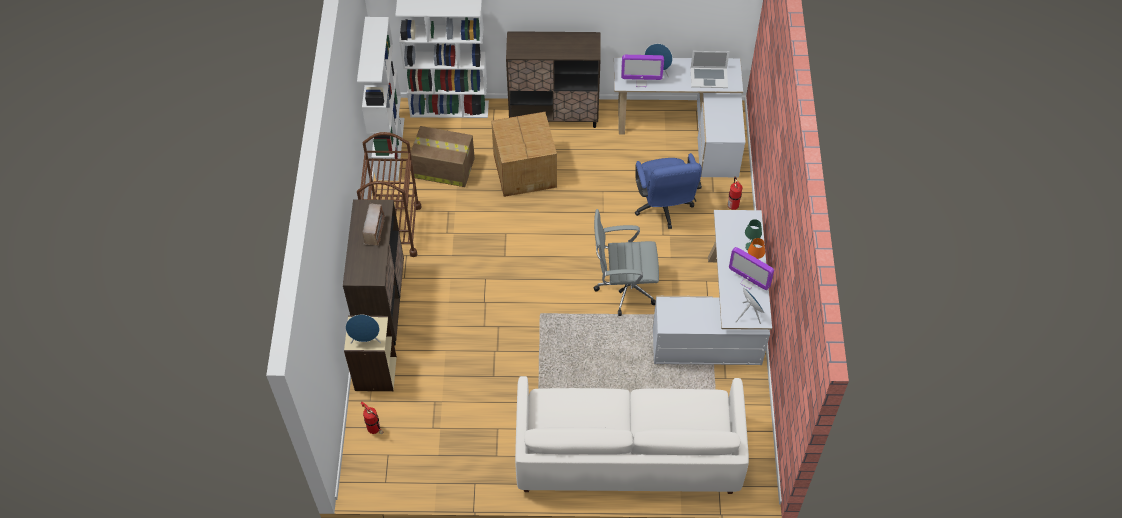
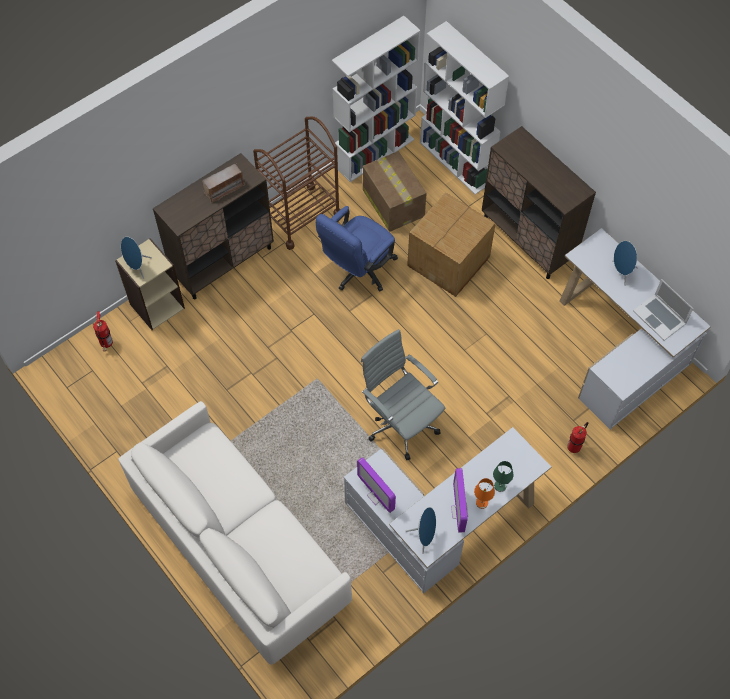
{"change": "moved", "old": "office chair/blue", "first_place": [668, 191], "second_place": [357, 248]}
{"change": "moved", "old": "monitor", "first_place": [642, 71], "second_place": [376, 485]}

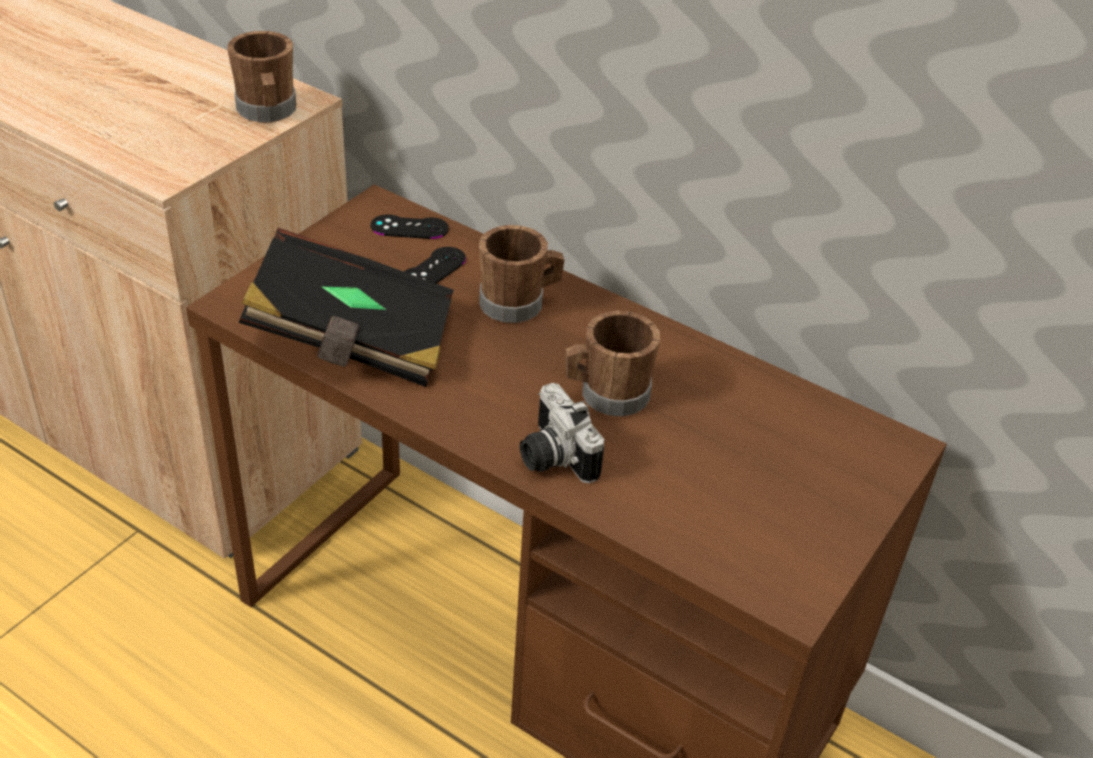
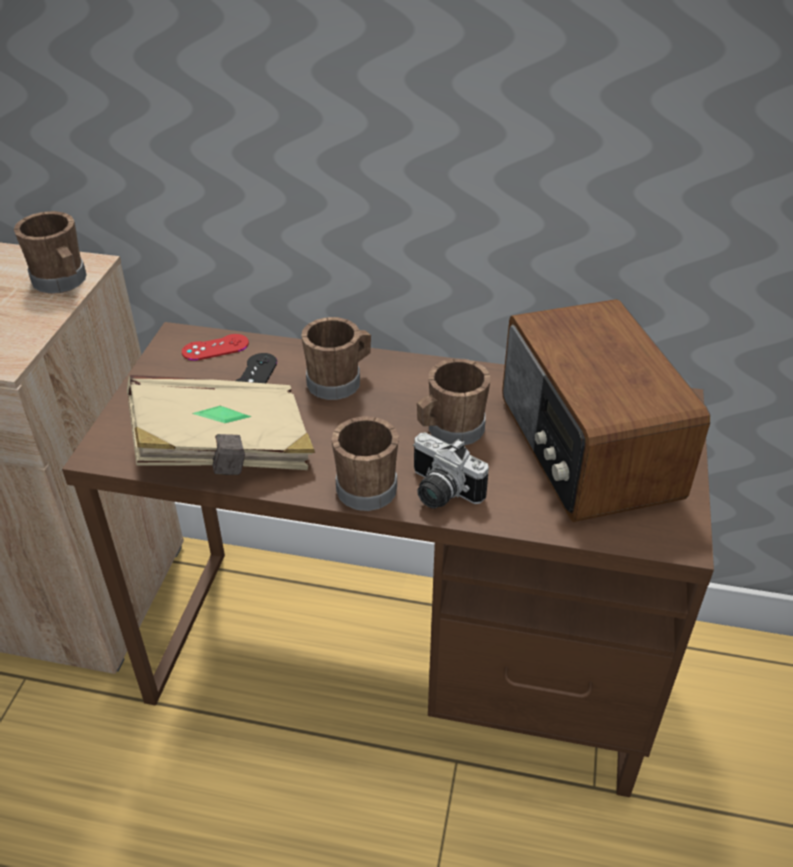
{"change": "recoloured", "old": "book/black", "new": "book/beige", "first_place": [346, 307], "second_place": [221, 425]}
{"change": "recoloured", "old": "game controller/black", "new": "game controller/red", "first_place": [410, 226], "second_place": [215, 347]}
{"change": "added", "new": "mug/brown", "second_place": [365, 463]}
{"change": "added", "new": "radio", "second_place": [606, 410]}

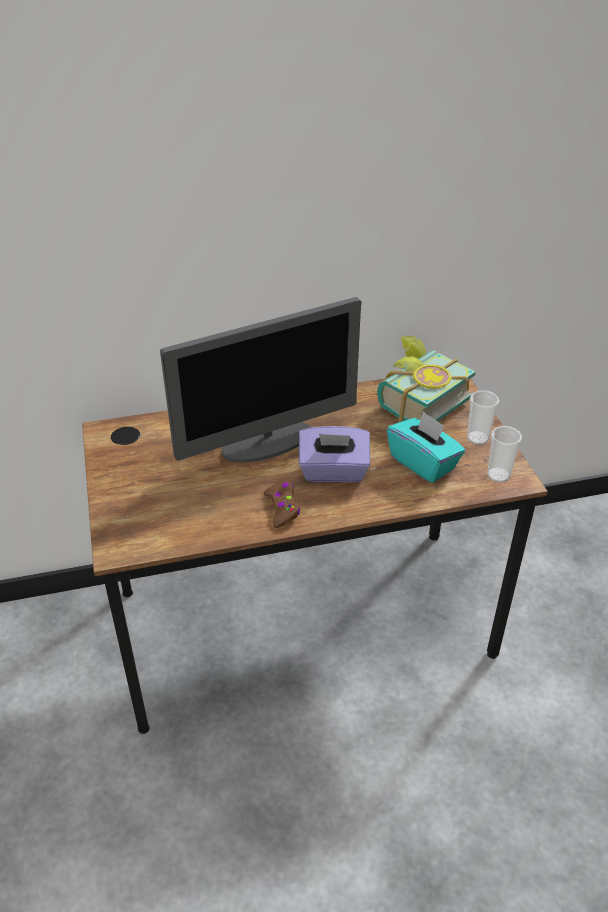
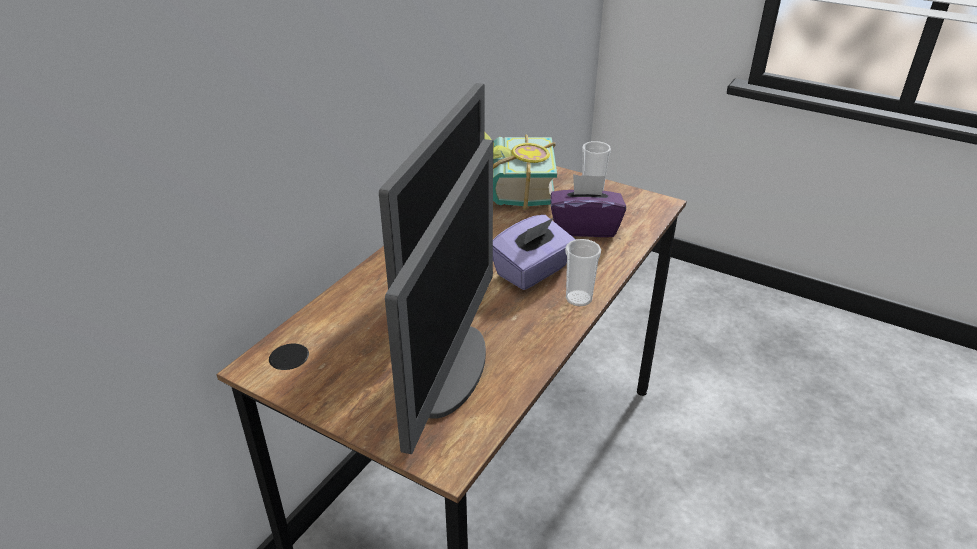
{"change": "added", "new": "monitor", "second_place": [439, 296]}
{"change": "recoloured", "old": "tissue box/turquoise", "new": "tissue box/purple", "first_place": [426, 447], "second_place": [588, 205]}
{"change": "moved", "old": "cup", "first_place": [504, 454], "second_place": [583, 272]}
{"change": "removed", "old": "game controller/brown", "first_place": [282, 505]}

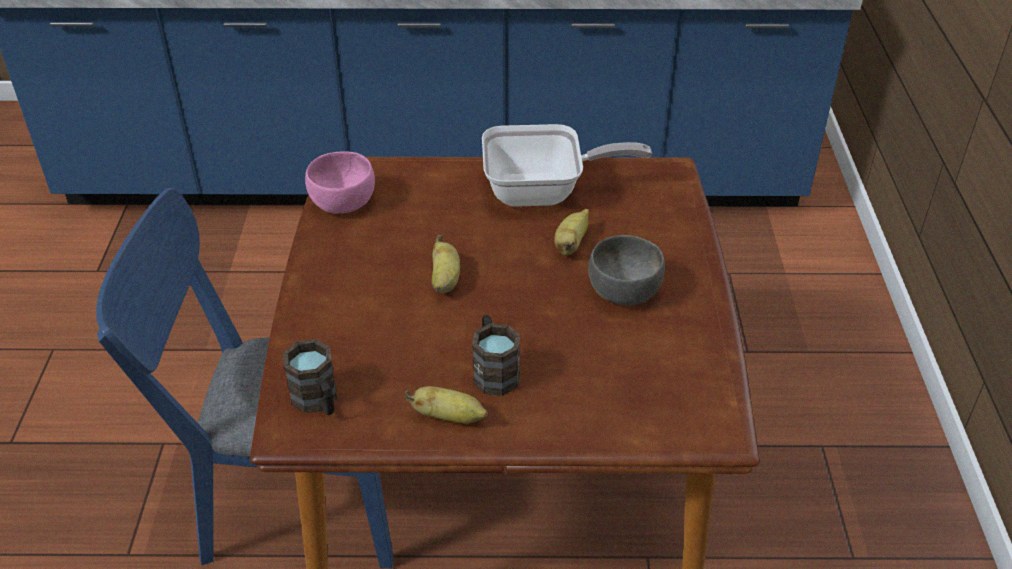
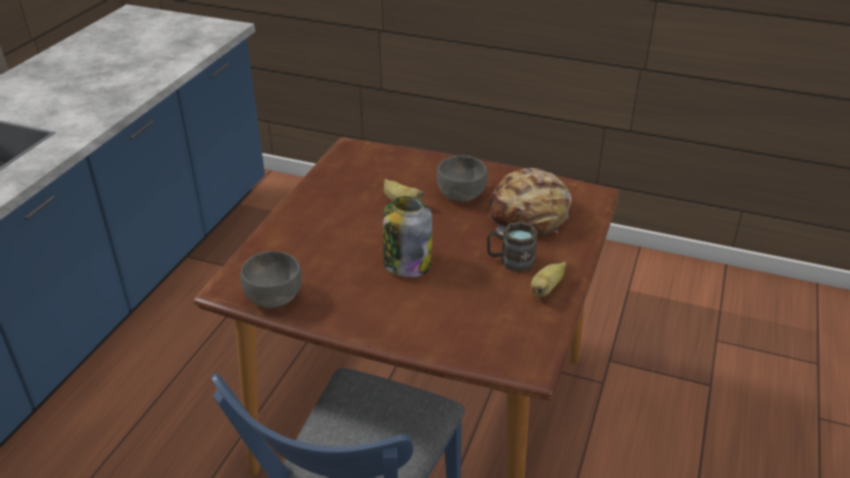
{"change": "recoloured", "old": "bowl/pink", "new": "bowl/grey", "first_place": [340, 183], "second_place": [271, 279]}
{"change": "replaced", "old": "banana", "new": "jar", "first_place": [446, 264], "second_place": [407, 237]}
{"change": "added", "new": "bread", "second_place": [530, 201]}
{"change": "removed", "old": "mug/brown", "first_place": [310, 377]}
{"change": "removed", "old": "frying pan", "first_place": [567, 165]}

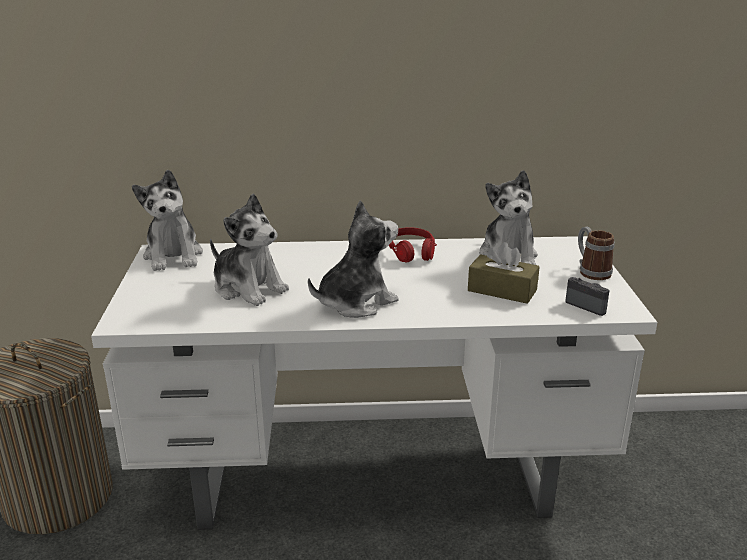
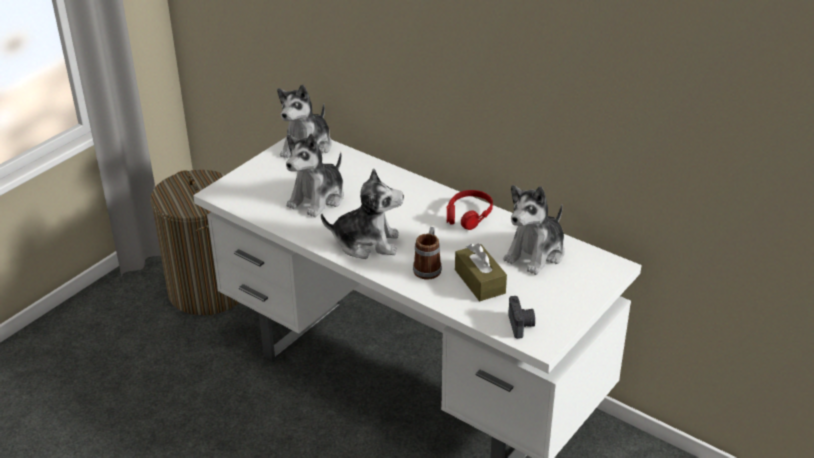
{"change": "turned", "old": "plush toy", "first_place": [249, 250], "second_place": [315, 175], "degrees": 45}
{"change": "moved", "old": "mug", "first_place": [596, 253], "second_place": [427, 253]}

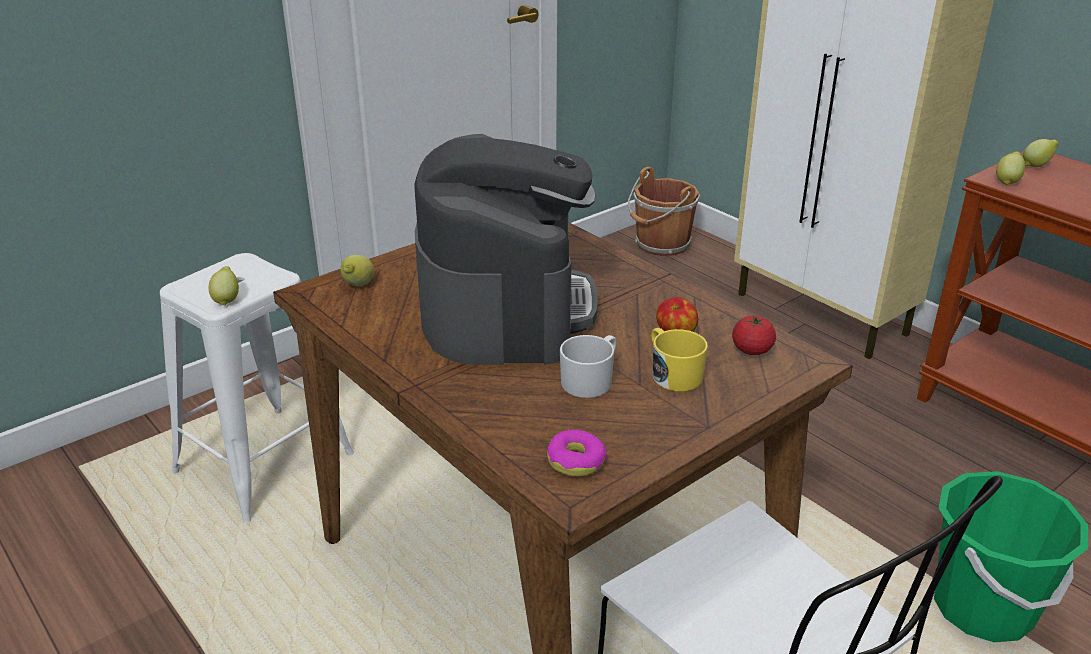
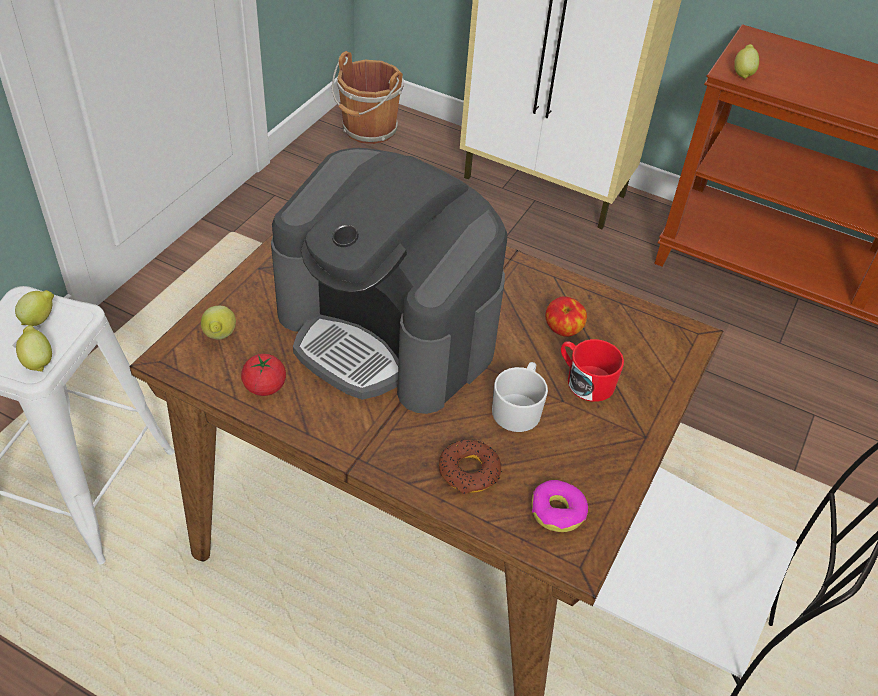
{"change": "moved", "old": "lemon", "first_place": [1041, 153], "second_place": [34, 308]}
{"change": "moved", "old": "tomato", "first_place": [754, 335], "second_place": [263, 375]}
{"change": "turned", "old": "coffee machine", "first_place": [506, 249], "second_place": [389, 281], "degrees": 150}
{"change": "added", "new": "donut", "second_place": [470, 466]}
{"change": "recoloured", "old": "mug/yellow", "new": "mug/red", "first_place": [679, 360], "second_place": [592, 370]}
{"change": "removed", "old": "bucket/green", "first_place": [1011, 556]}

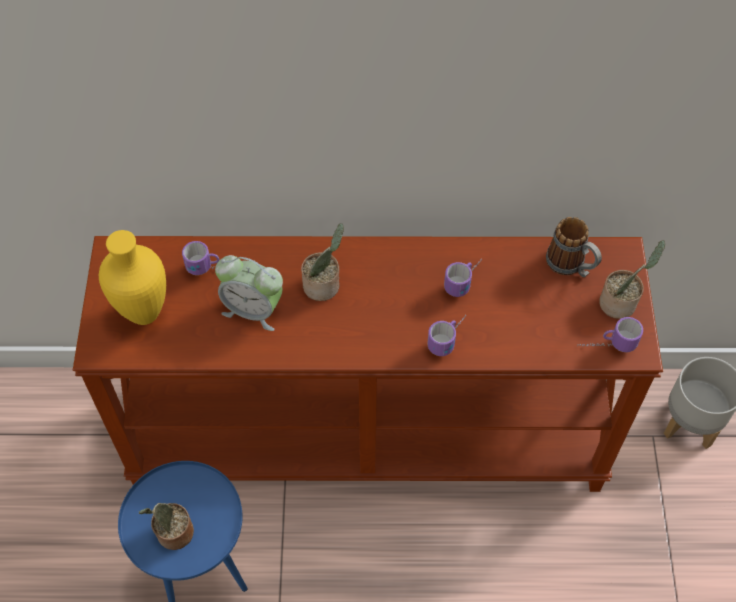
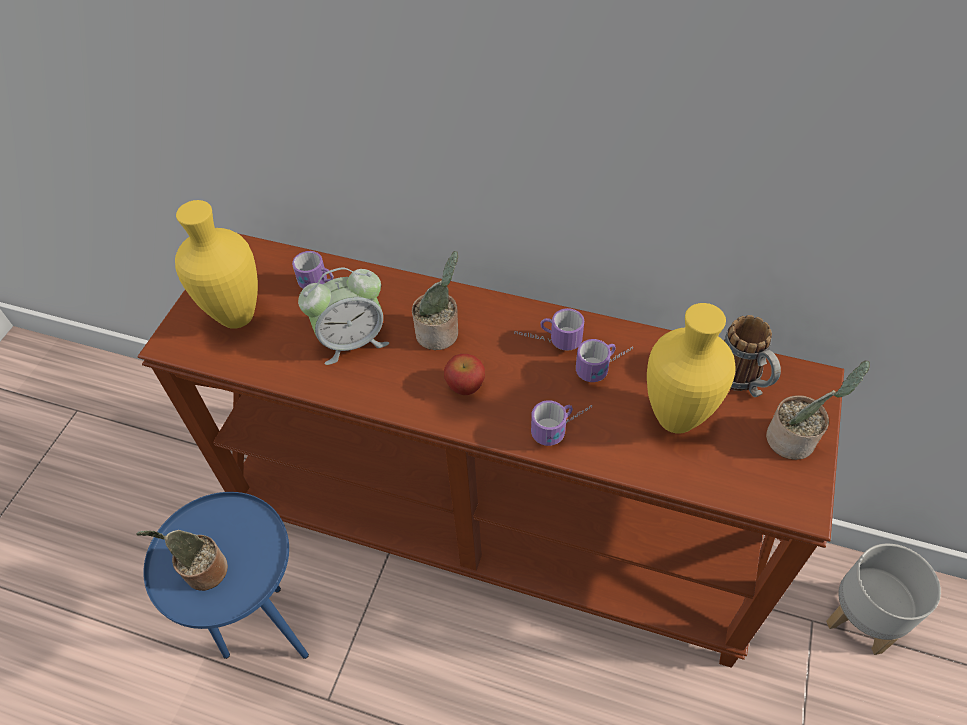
{"change": "turned", "old": "alarm clock", "first_place": [249, 293], "second_place": [343, 316], "degrees": -60}
{"change": "added", "new": "apple", "second_place": [464, 374]}
{"change": "moved", "old": "mug", "first_place": [610, 334], "second_place": [549, 329]}
{"change": "added", "new": "vase/yellow", "second_place": [691, 368]}

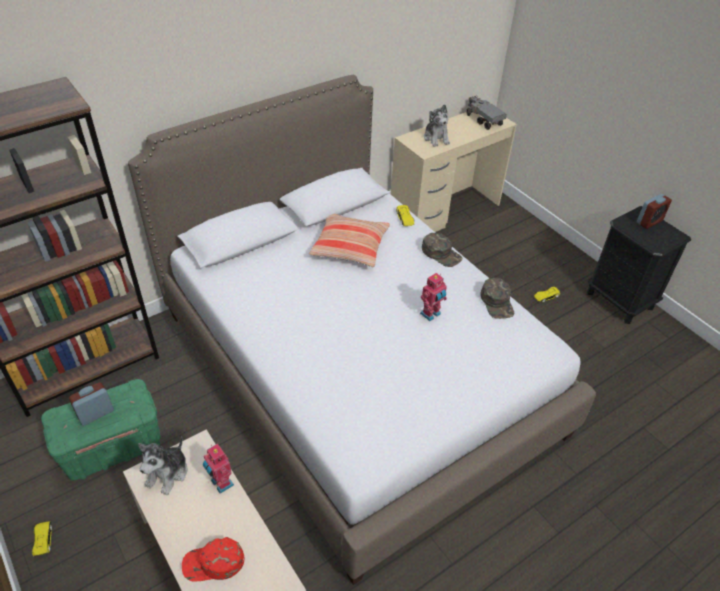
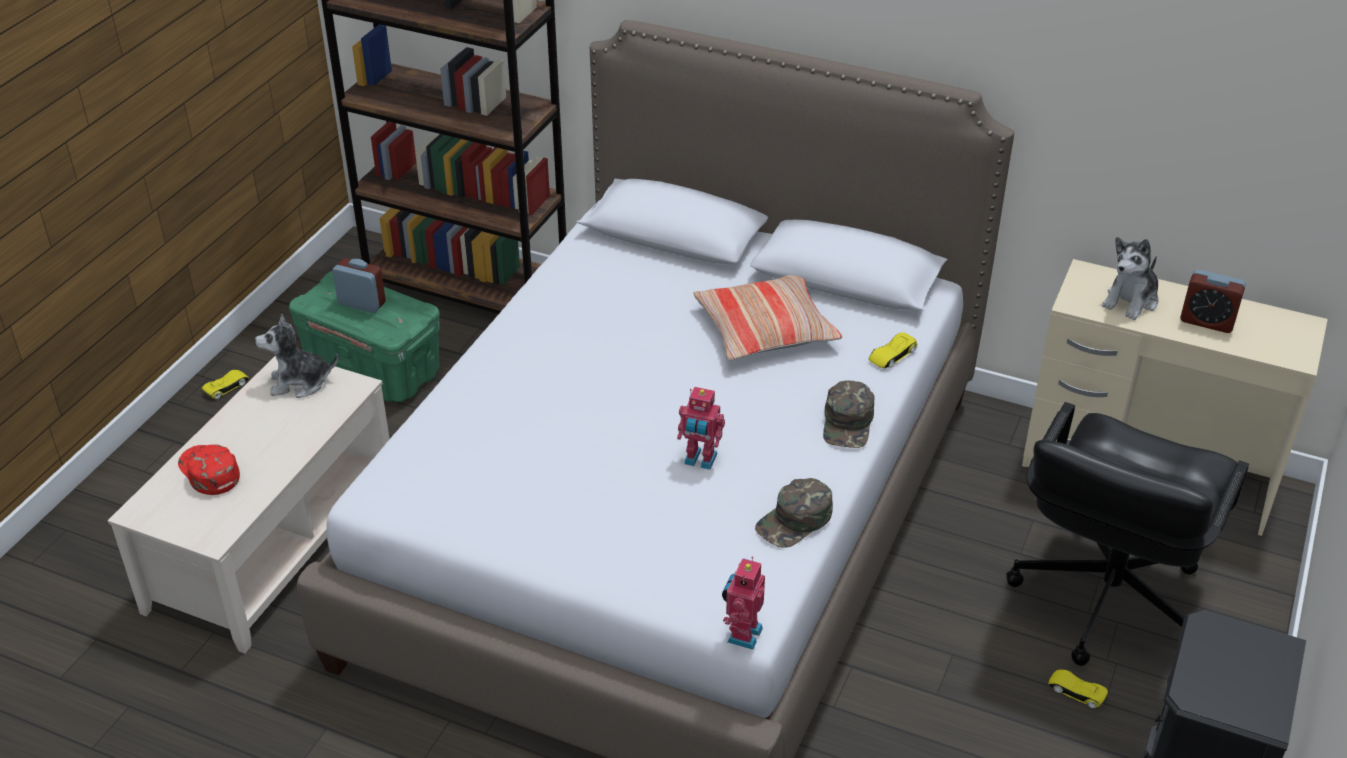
{"change": "moved", "old": "toy robot", "first_place": [218, 469], "second_place": [743, 603]}
{"change": "added", "new": "office chair/black", "second_place": [1127, 534]}
{"change": "moved", "old": "alarm clock", "first_place": [654, 211], "second_place": [1213, 301]}
{"change": "removed", "old": "toy truck", "first_place": [487, 113]}

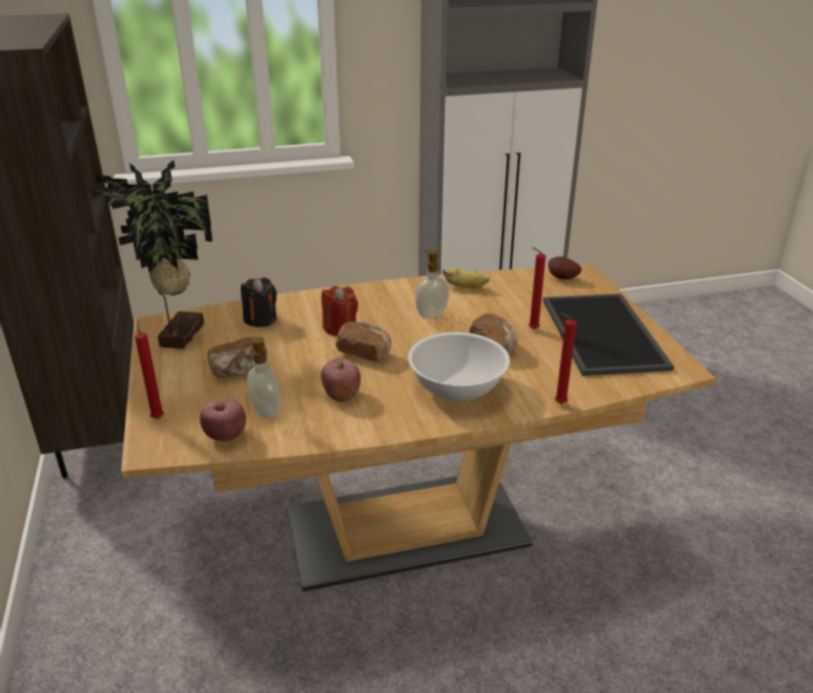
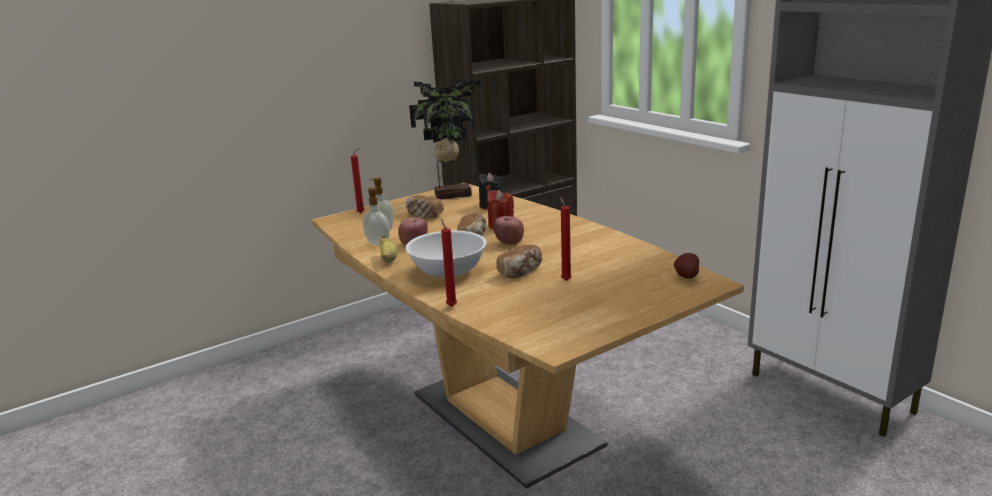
{"change": "moved", "old": "soap dispenser", "first_place": [432, 284], "second_place": [376, 216]}
{"change": "moved", "old": "banana", "first_place": [465, 278], "second_place": [388, 249]}
{"change": "moved", "old": "apple", "first_place": [223, 419], "second_place": [508, 230]}
{"change": "removed", "old": "tray", "first_place": [608, 335]}

